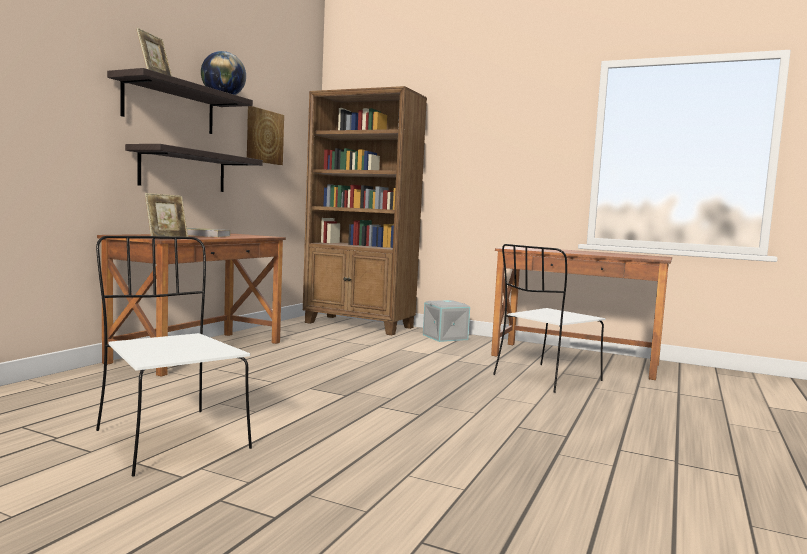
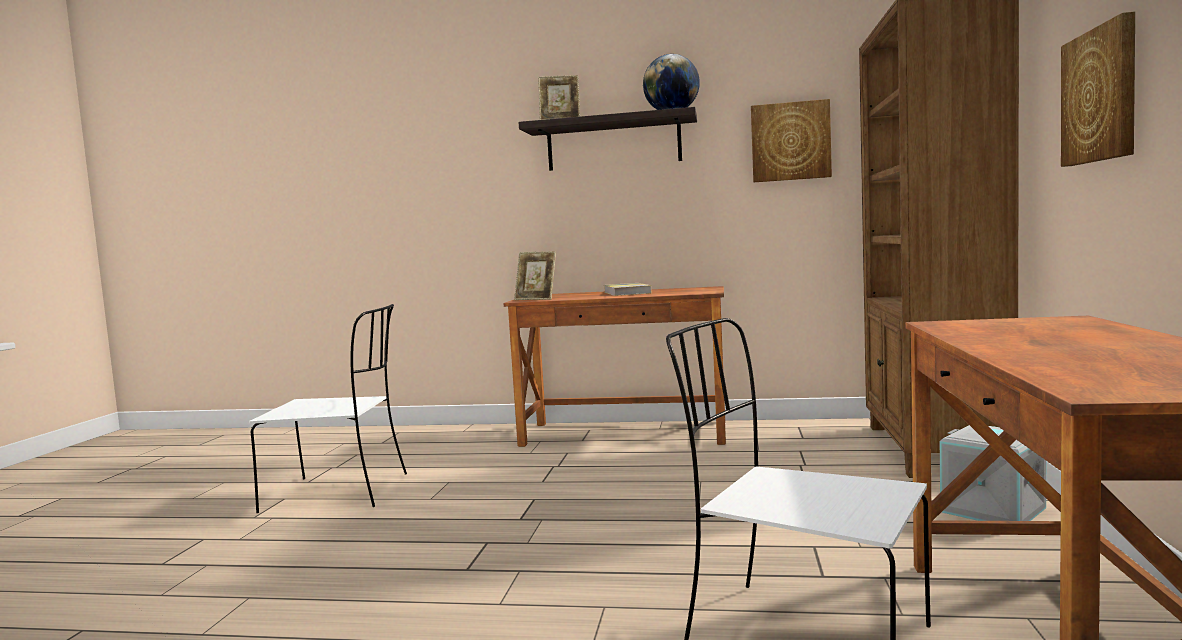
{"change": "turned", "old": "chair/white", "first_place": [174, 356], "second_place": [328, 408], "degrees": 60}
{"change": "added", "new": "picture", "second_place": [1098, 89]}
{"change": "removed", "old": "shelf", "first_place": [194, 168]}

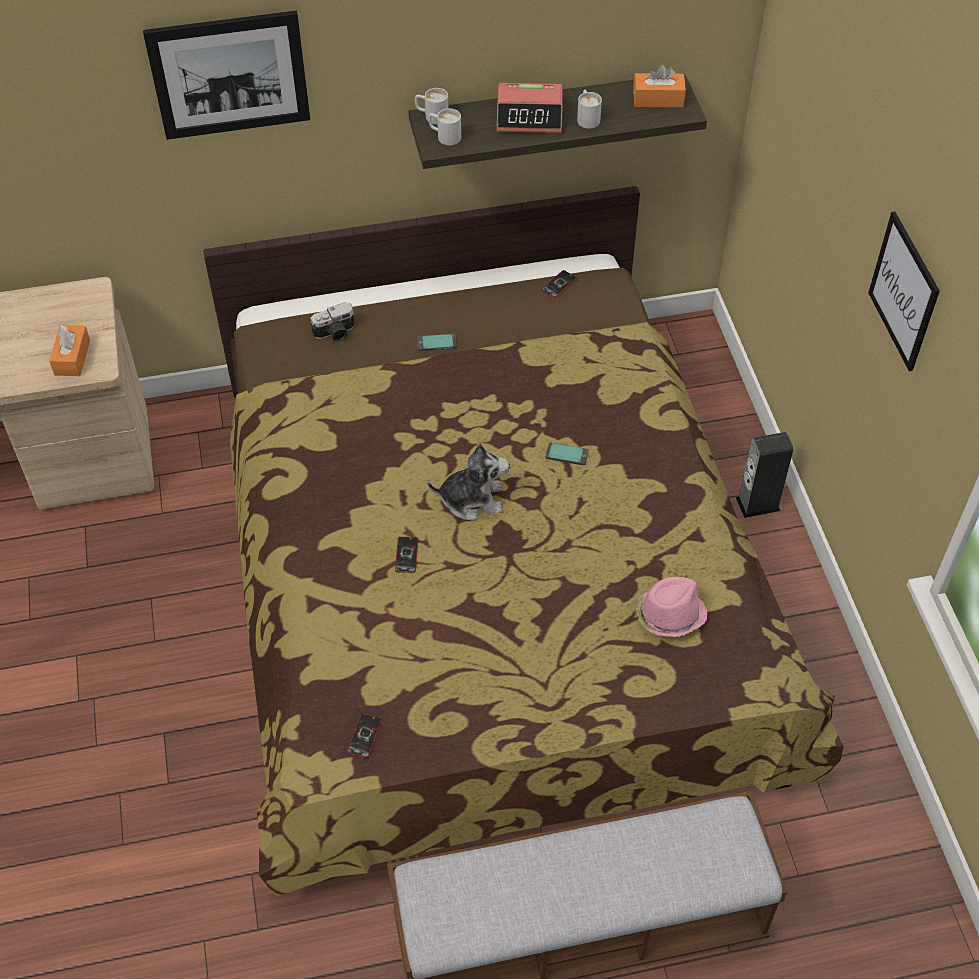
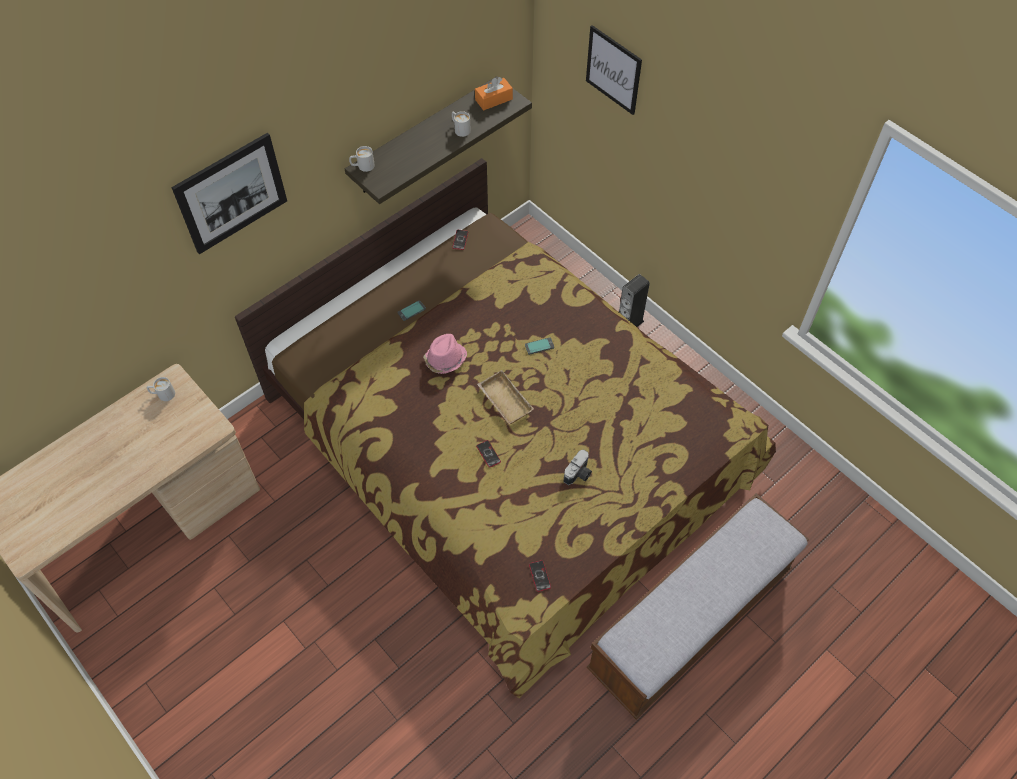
{"change": "moved", "old": "mug/white", "first_place": [445, 126], "second_place": [161, 389]}
{"change": "moved", "old": "hat/pink", "first_place": [671, 607], "second_place": [445, 354]}
{"change": "replaced", "old": "plush toy", "new": "tray/beige", "first_place": [469, 482], "second_place": [505, 397]}
{"change": "moved", "old": "photo camera", "first_place": [332, 321], "second_place": [578, 467]}
{"change": "moved", "old": "picture", "first_place": [904, 291], "second_place": [614, 70]}
{"change": "removed", "old": "tissue box/orange", "first_place": [69, 350]}
{"change": "removed", "old": "alarm clock", "first_place": [530, 108]}

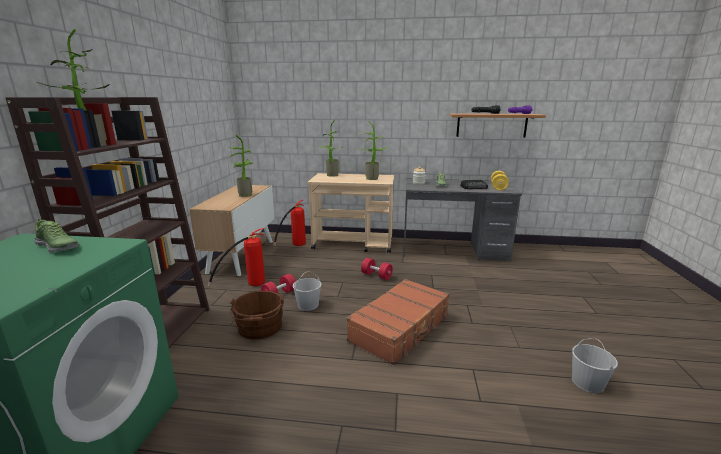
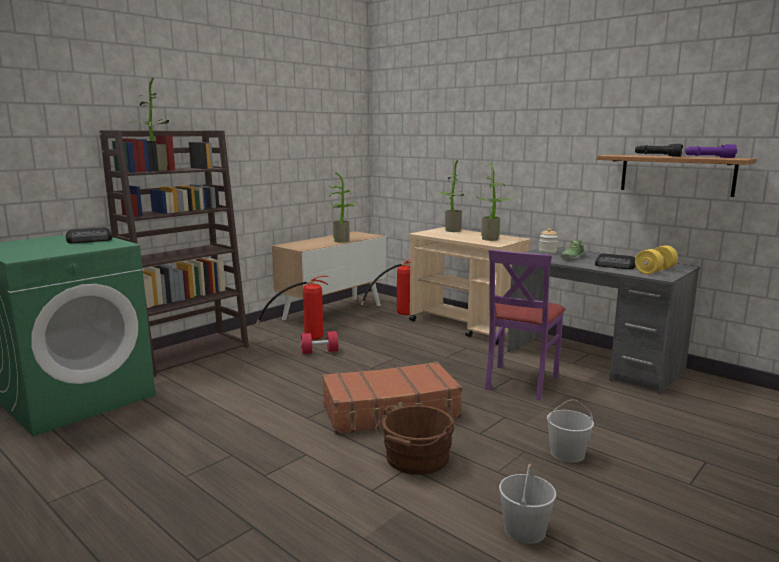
{"change": "replaced", "old": "shoe", "new": "radio", "first_place": [57, 235], "second_place": [89, 235]}
{"change": "moved", "old": "bucket/brown", "first_place": [257, 315], "second_place": [415, 440]}
{"change": "added", "new": "chair/purple", "second_place": [525, 324]}
{"change": "moved", "old": "bucket/white", "first_place": [307, 291], "second_place": [570, 431]}
{"change": "removed", "old": "dumbbell/red", "first_place": [377, 269]}

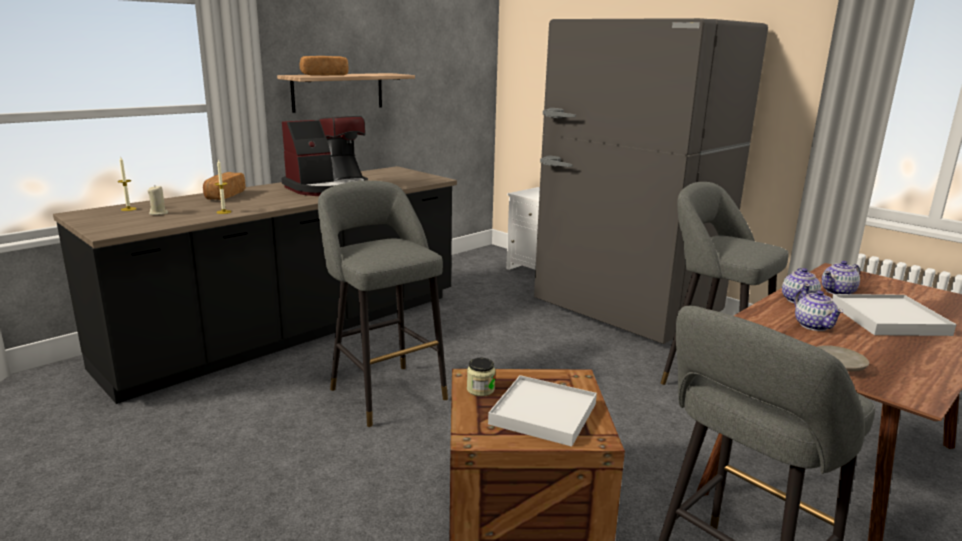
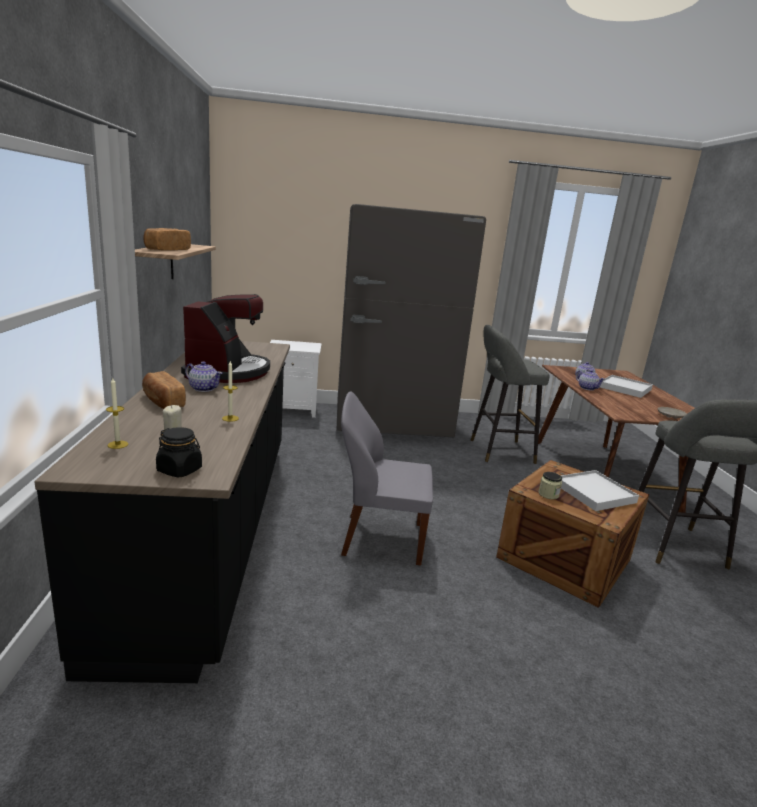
{"change": "added", "new": "jar/black", "second_place": [179, 452]}
{"change": "moved", "old": "teapot", "first_place": [818, 310], "second_place": [203, 376]}
{"change": "replaced", "old": "stool/grey", "new": "chair/grey", "first_place": [383, 304], "second_place": [387, 478]}

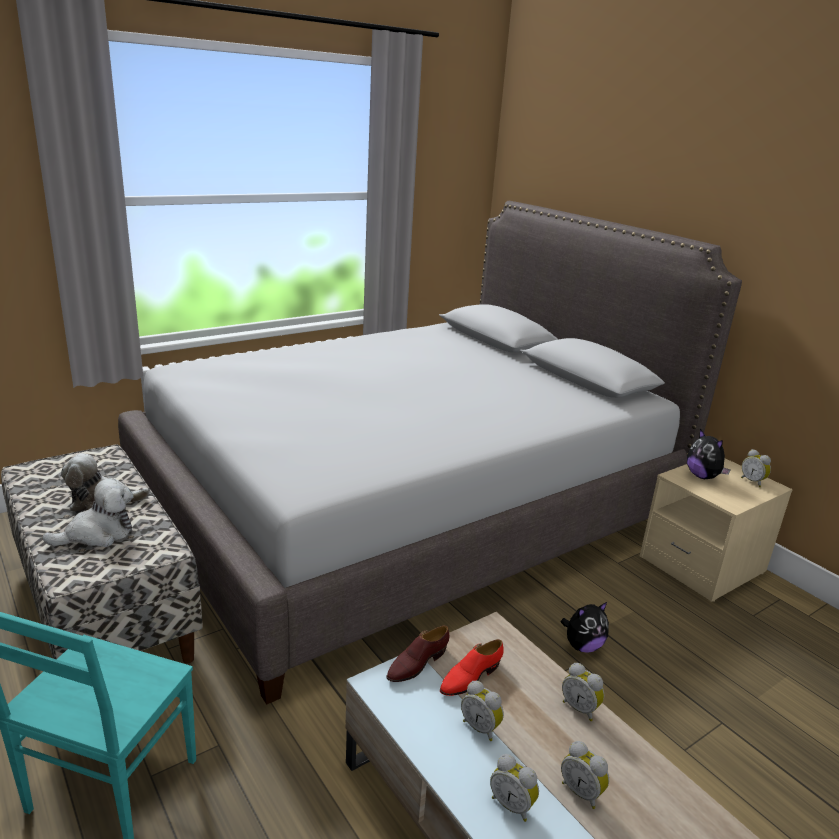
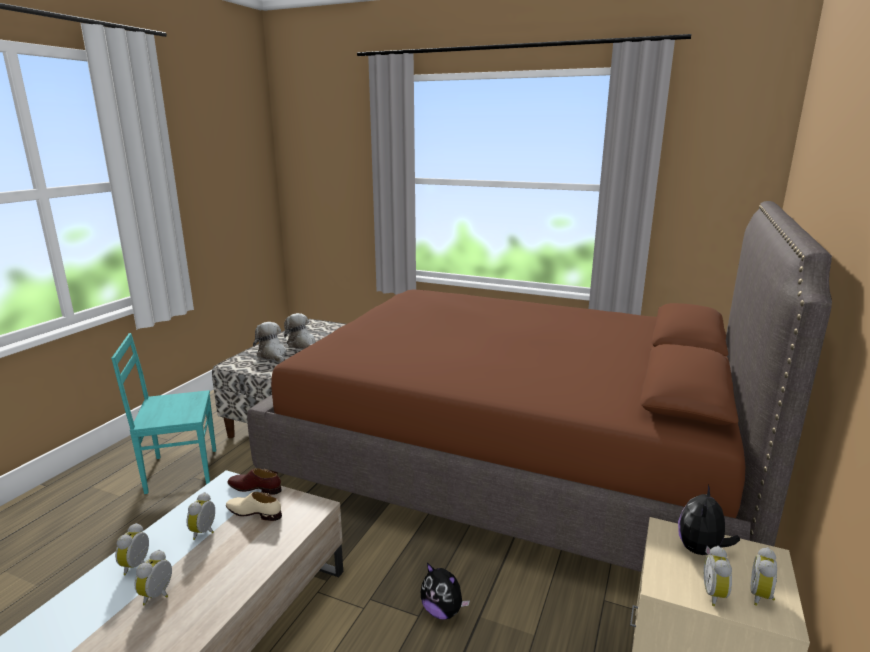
{"change": "recoloured", "old": "shoe/red", "new": "shoe/beige", "first_place": [472, 667], "second_place": [254, 506]}
{"change": "recoloured", "old": "bed/grey", "new": "bed/brown", "first_place": [430, 453], "second_place": [539, 386]}
{"change": "turned", "old": "plush toy", "first_place": [88, 512], "second_place": [270, 342], "degrees": -150}
{"change": "moved", "old": "alarm clock", "first_place": [583, 692], "second_place": [718, 576]}

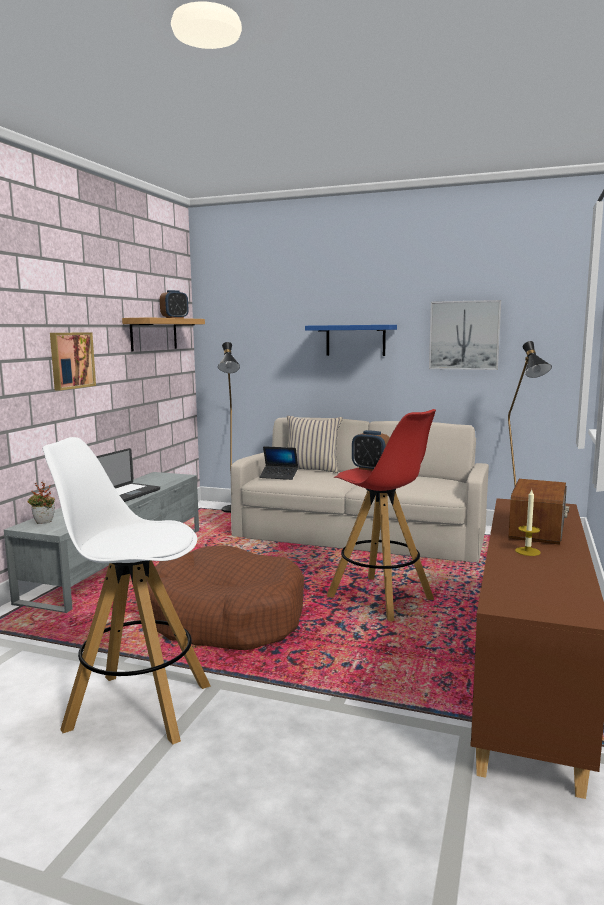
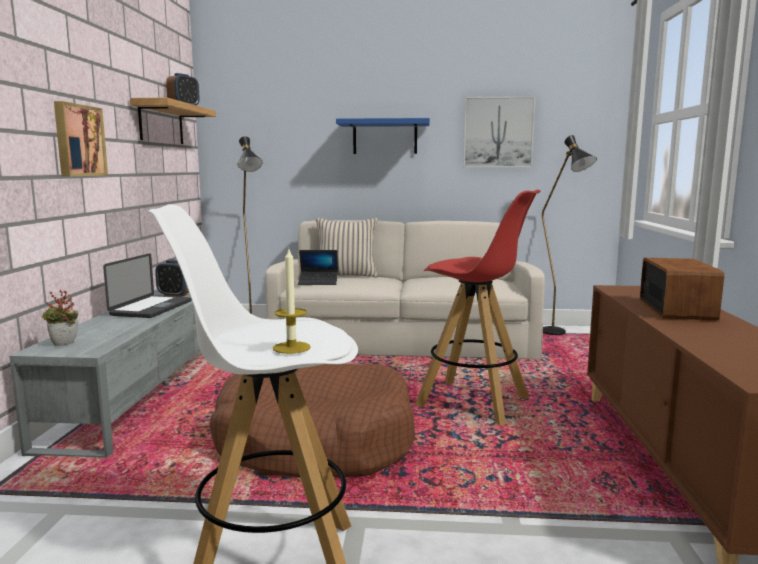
{"change": "moved", "old": "alarm clock", "first_place": [371, 450], "second_place": [172, 278]}
{"change": "moved", "old": "candle", "first_place": [528, 522], "second_place": [292, 301]}

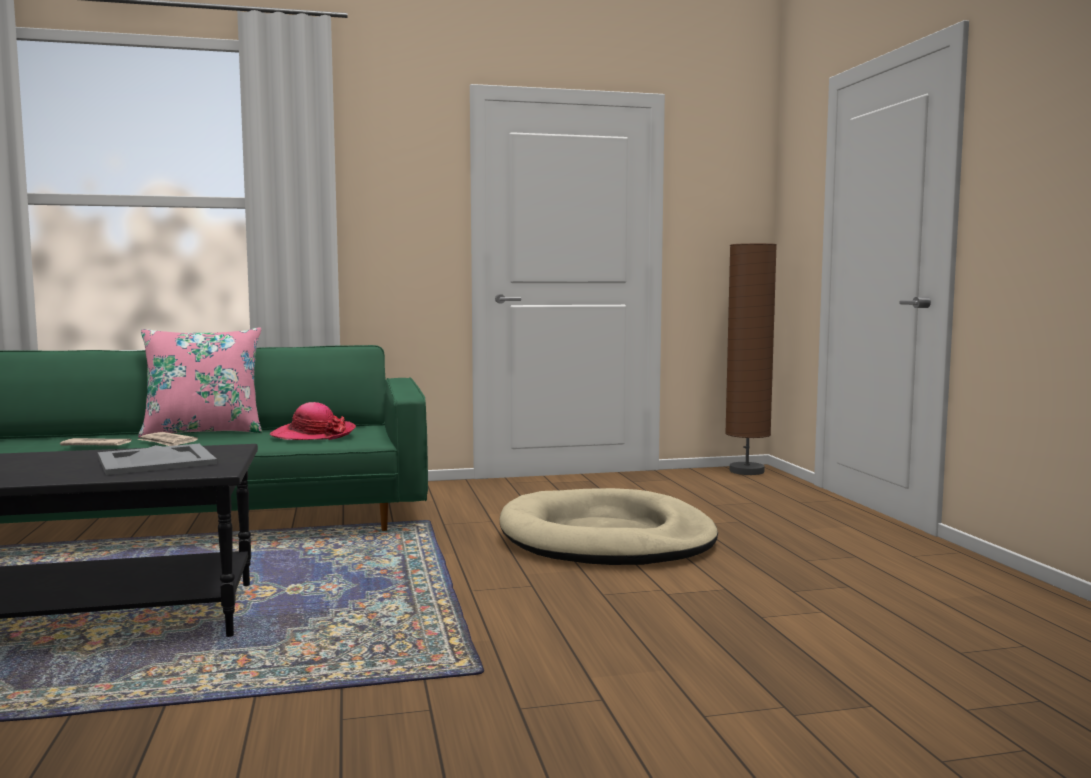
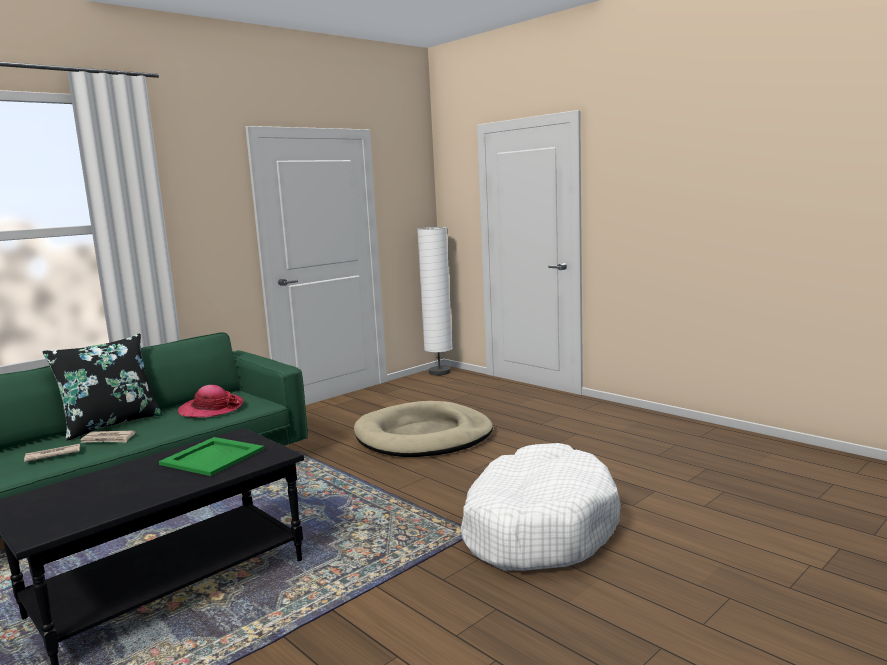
{"change": "recoloured", "old": "pillow/pink", "new": "pillow/black", "first_place": [200, 382], "second_place": [102, 387]}
{"change": "recoloured", "old": "tray/grey", "new": "tray/green", "first_place": [157, 459], "second_place": [211, 456]}
{"change": "recoloured", "old": "floor lamp/brown", "new": "floor lamp/white", "first_place": [751, 359], "second_place": [434, 301]}
{"change": "added", "new": "dog bed/white", "second_place": [541, 507]}

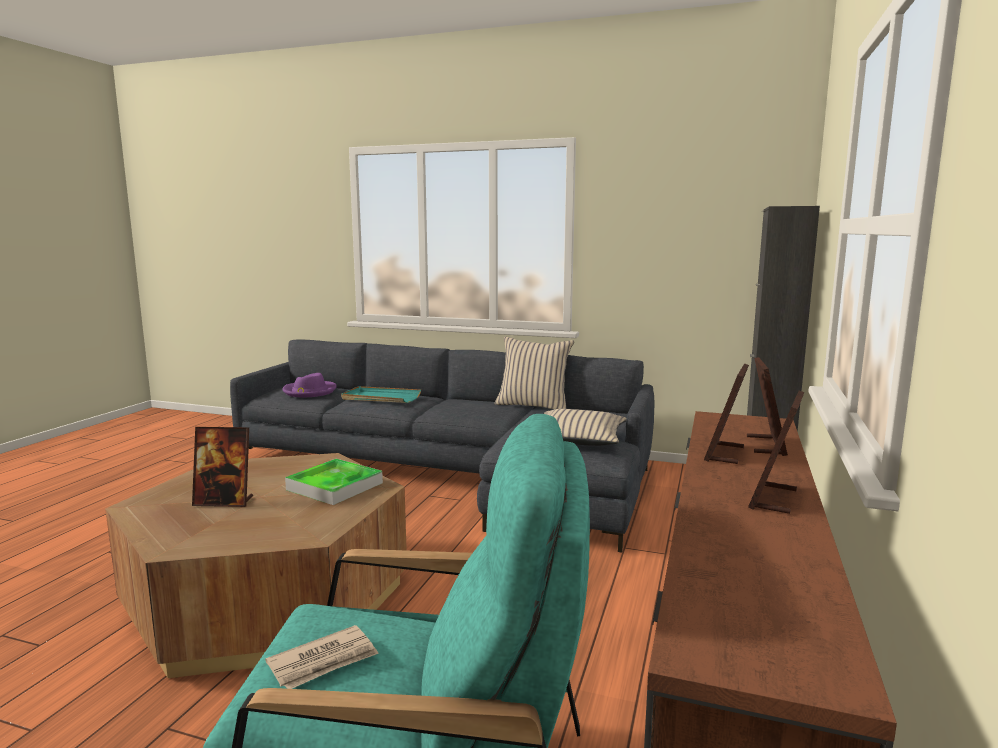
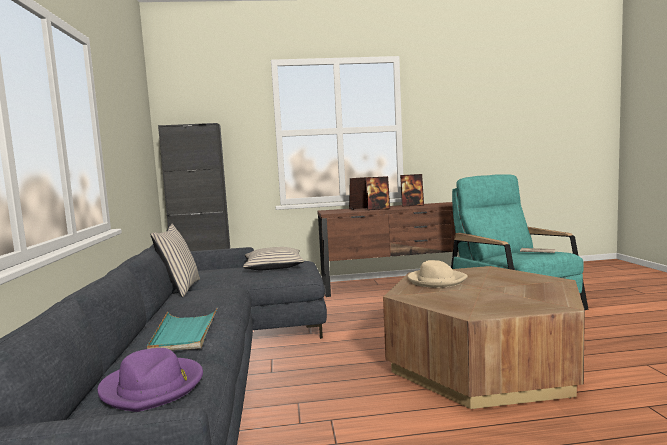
{"change": "replaced", "old": "tray", "new": "hat/beige", "first_place": [334, 482], "second_place": [438, 274]}
{"change": "removed", "old": "picture frame", "first_place": [222, 467]}

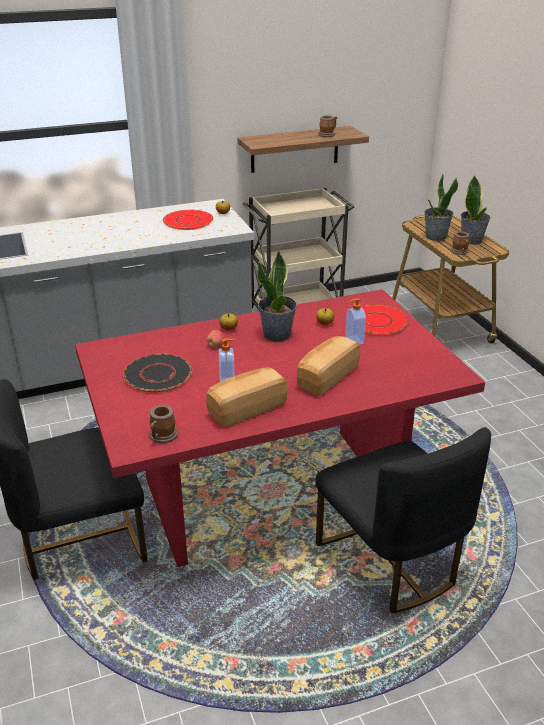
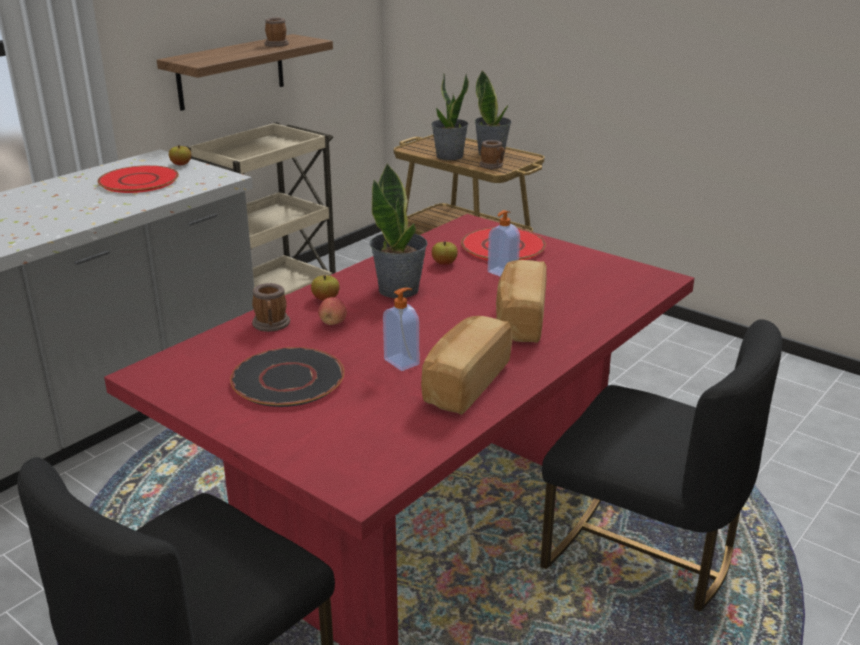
{"change": "moved", "old": "mug", "first_place": [163, 424], "second_place": [271, 307]}

